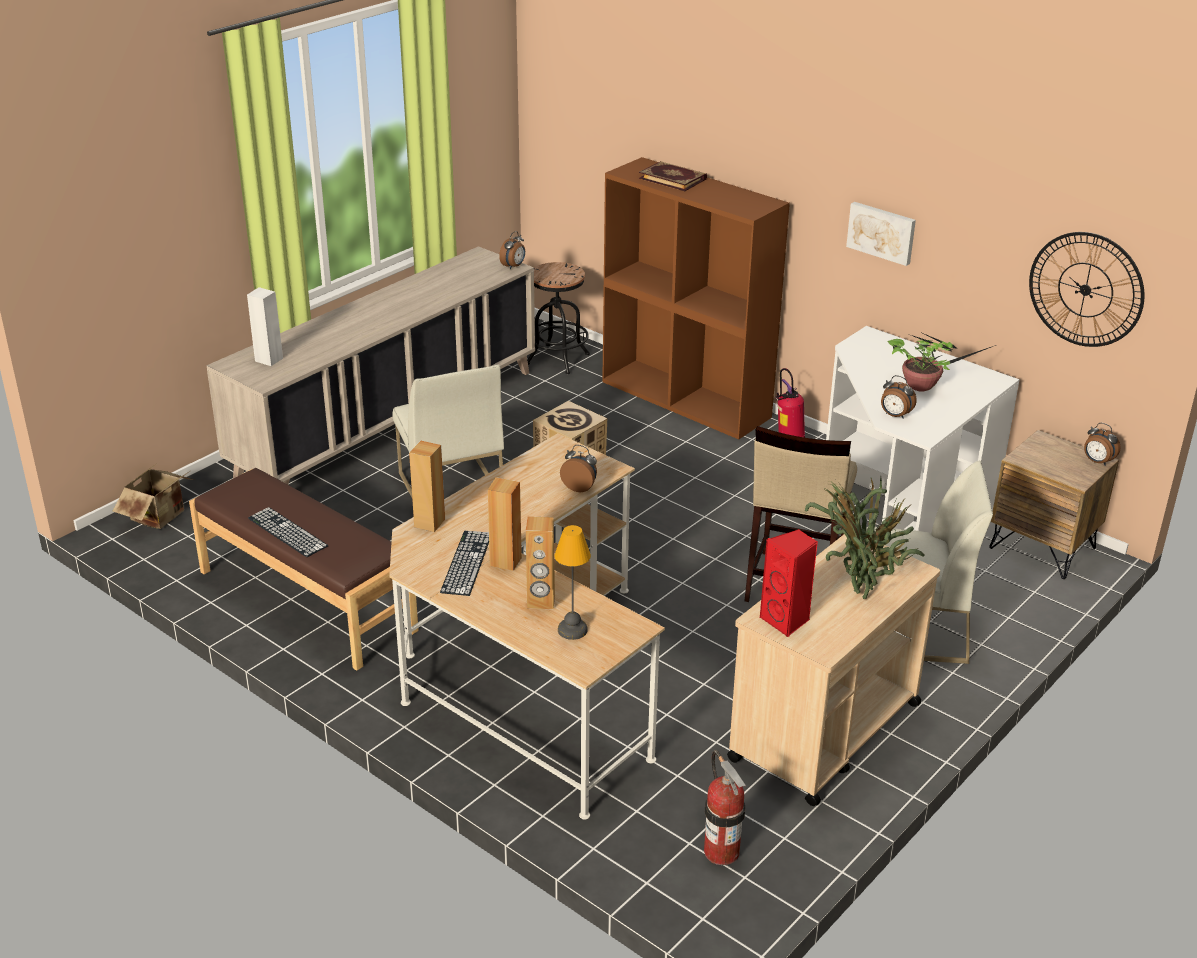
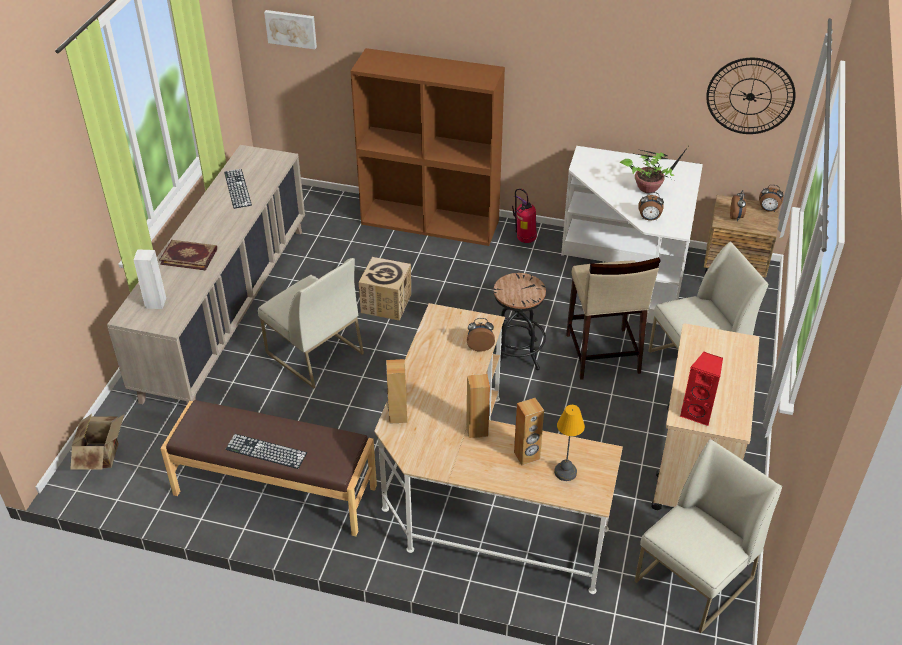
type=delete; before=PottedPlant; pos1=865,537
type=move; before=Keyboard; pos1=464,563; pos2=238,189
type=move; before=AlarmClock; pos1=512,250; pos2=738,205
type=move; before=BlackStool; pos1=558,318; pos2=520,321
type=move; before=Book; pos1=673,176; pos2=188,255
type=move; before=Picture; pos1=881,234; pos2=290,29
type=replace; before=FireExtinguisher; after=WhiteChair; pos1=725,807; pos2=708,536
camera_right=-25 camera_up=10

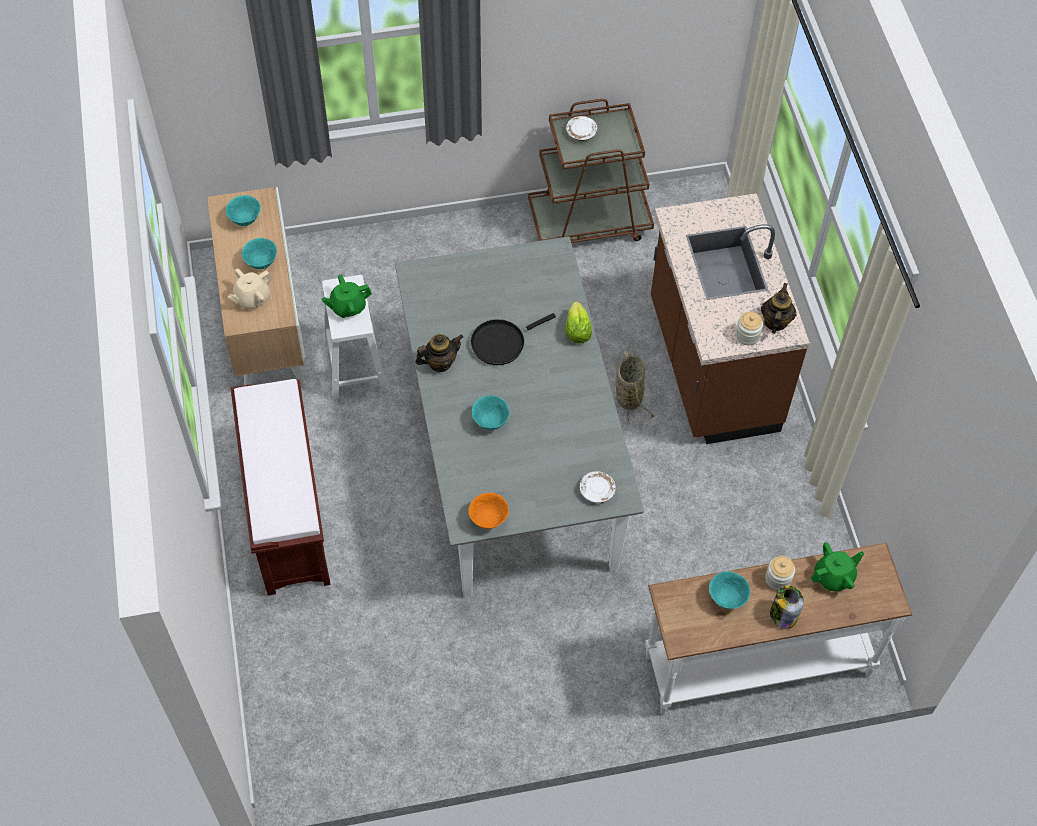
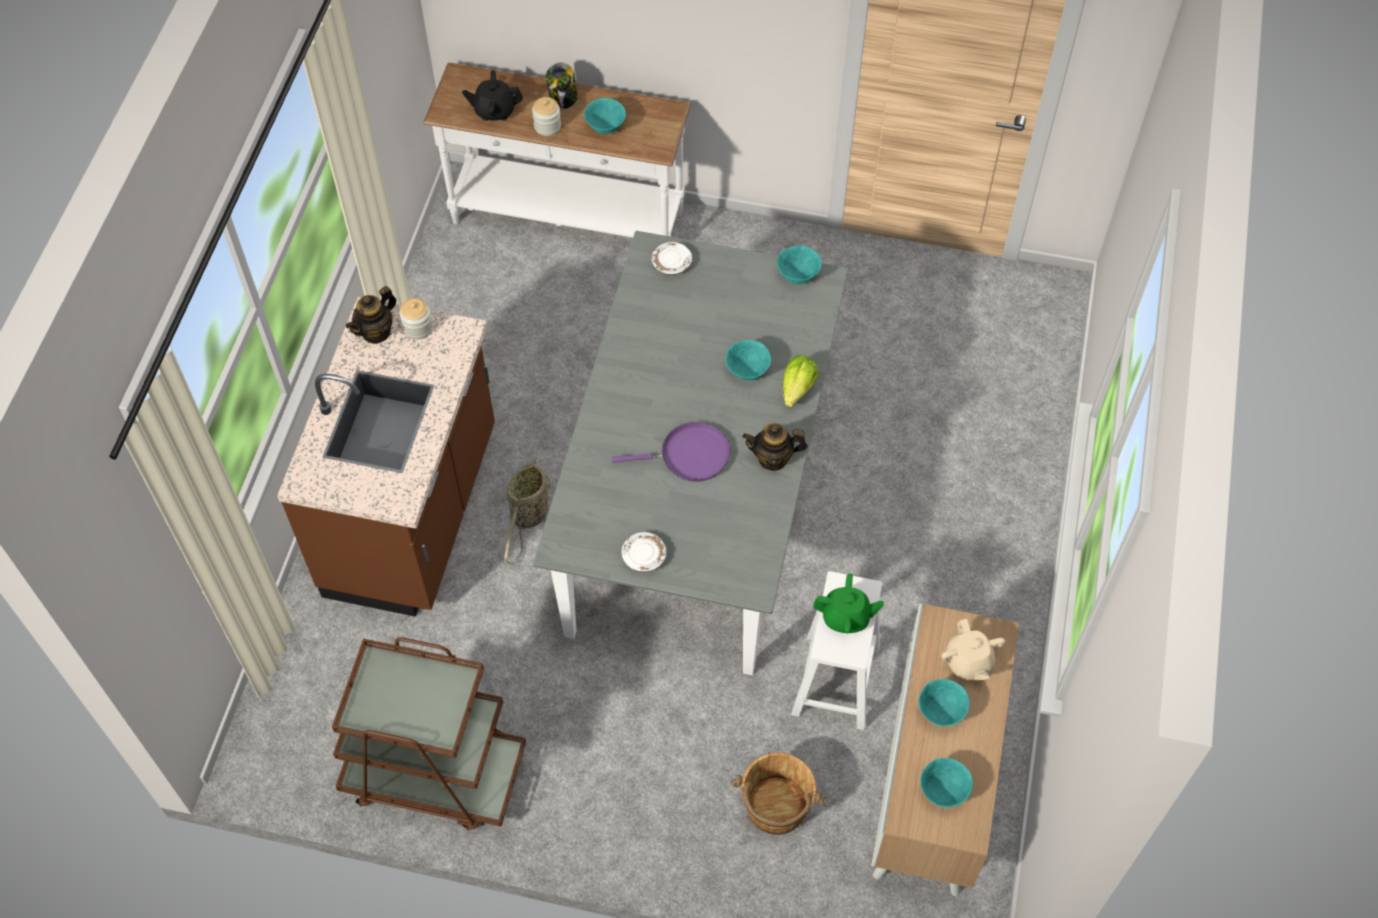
type=delete; before=BrownBench; pos1=281,487
type=insert; after=BrownBucket; pos2=778,794
type=move; before=Lettuce; pos1=578,322; pos2=800,381
type=move; before=WhitePlate; pos1=581,128; pos2=644,552
type=recolor; before=OrangeBowl; after=TurquoiseBowl; pos1=489,511; pos2=799,265
type=recolor; before=BlackFryingPan; after=PurpleFryingPan; pos1=513,339; pos2=671,452
type=recolor; before=GreenTeapot; after=BlackTeapot; pos1=837,566; pos2=492,95
type=rotate; before=BeigeTeapot; pos1=250,289; pos2=973,650; turn=90
camera_right=-155 camera_up=0

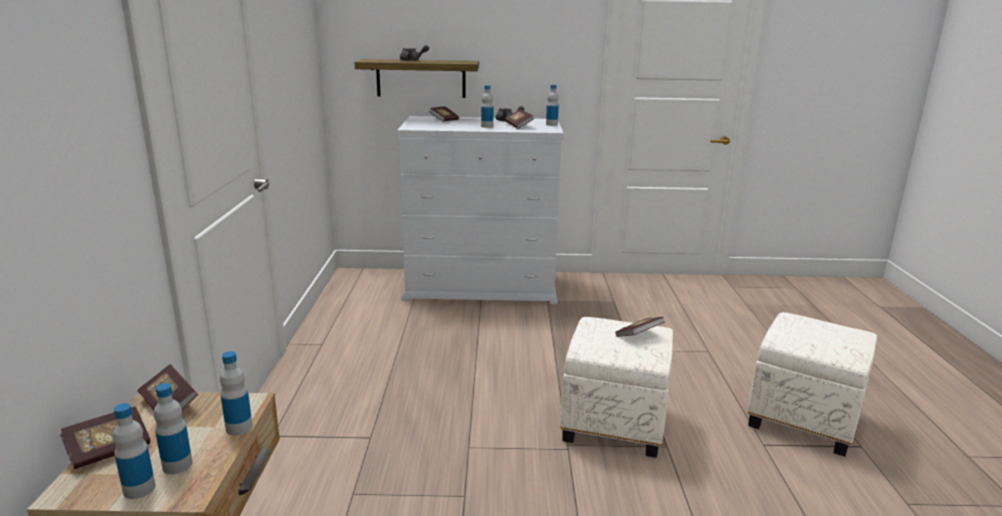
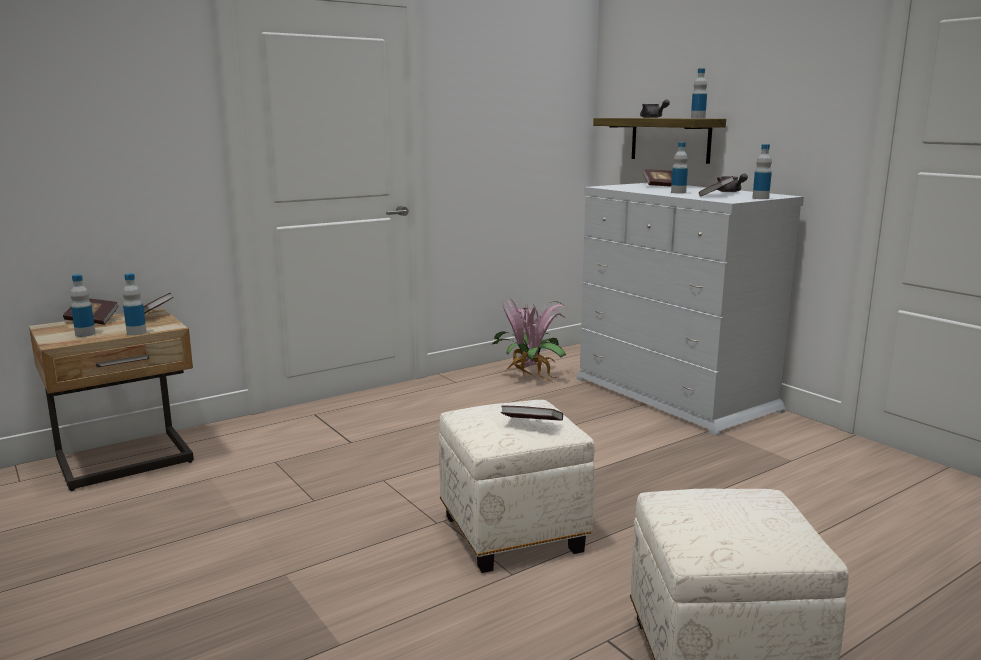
type=insert; after=PottedPlant; pos2=529,340
type=move; before=Bottle; pos1=134,451; pos2=699,93
camera_right=55 camera_up=-5

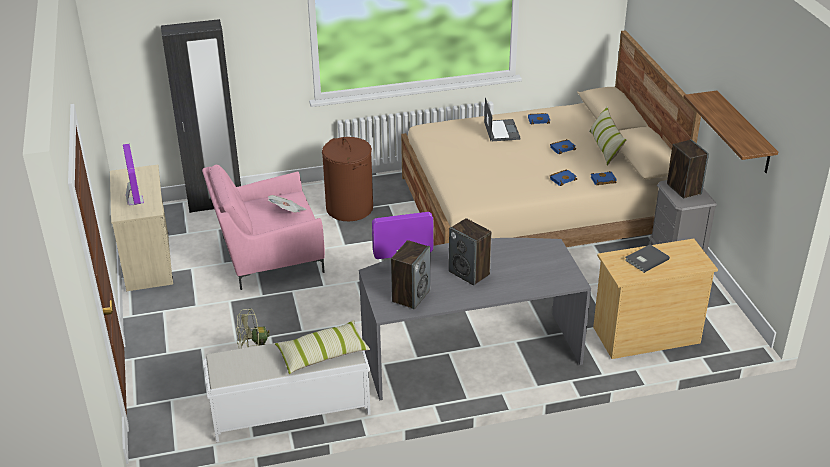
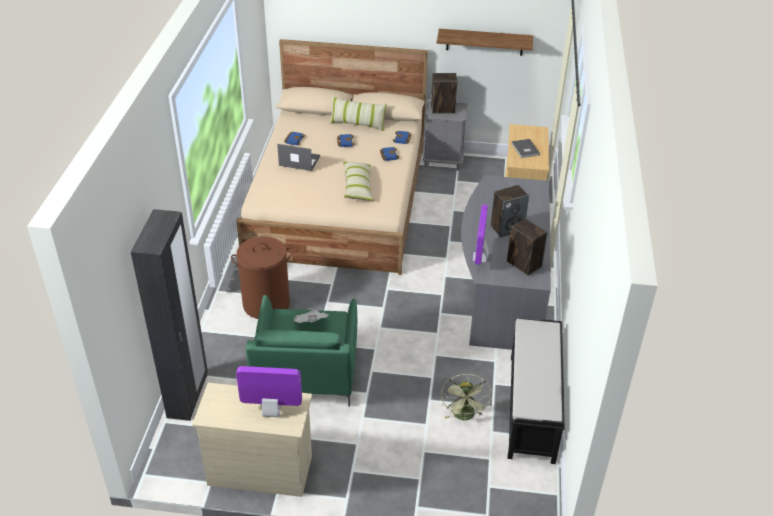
type=move; before=Pillow; pos1=322,347; pos2=358,181
type=recolor; before=PinkArmchair; after=GreenArmchair; pos1=263,227; pos2=301,351
type=recolor; before=WhiteBench; after=BlackBench; pos1=287,391; pos2=536,391
camera_right=-70 camera_up=5

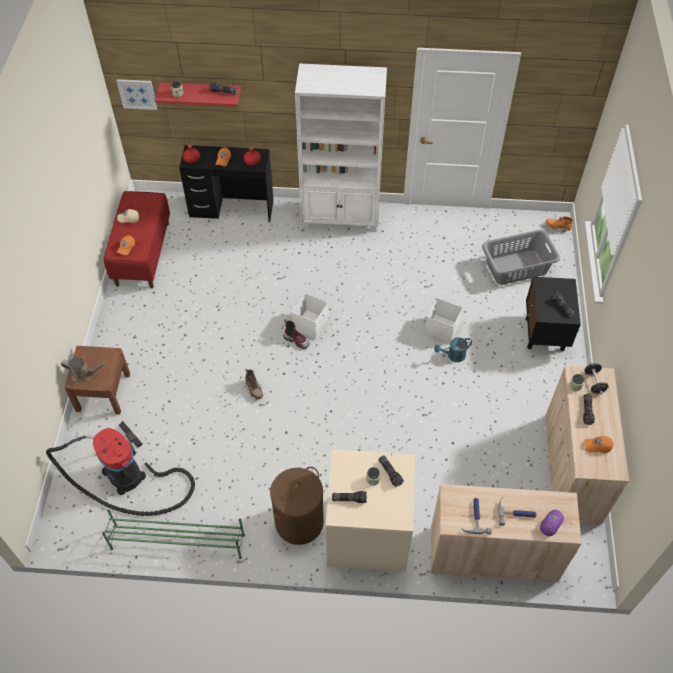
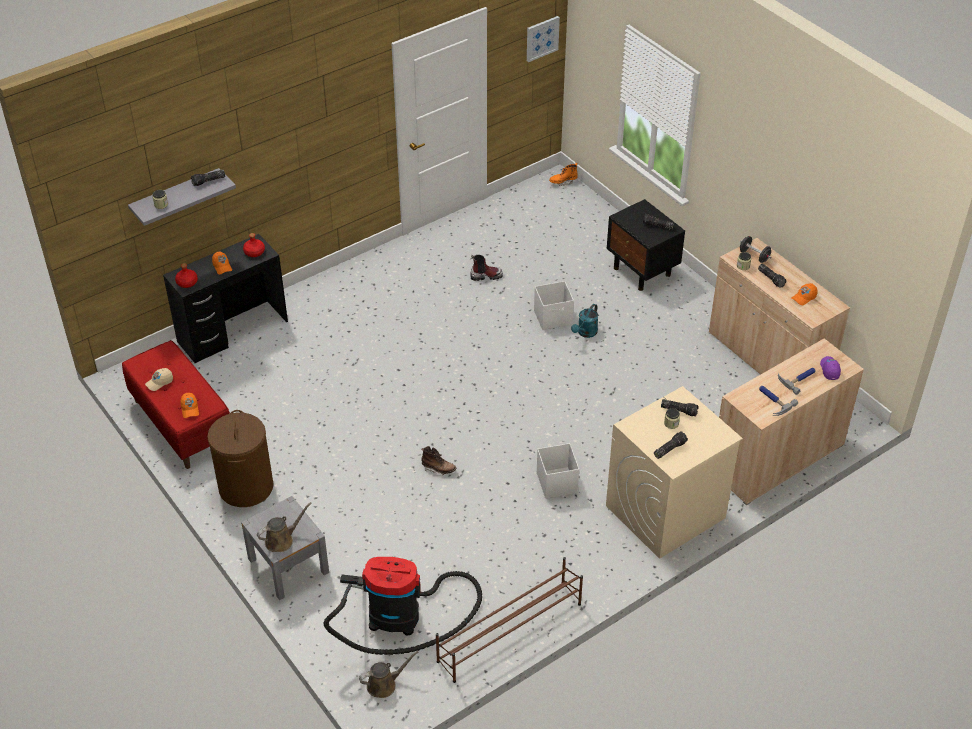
type=delete; before=WhiteBookcase; pos1=341,147
type=delete; before=GreyLaundryBasket; pos1=521,257
type=insert; after=BrownWateringCan; pos2=389,674
type=move; before=Picture; pos1=137,94; pos2=543,39
type=move; before=BrownLaundryBasket; pos1=297,506; pos2=240,458
type=move; before=Boot; pos1=296,334; pos2=486,268
type=move; before=WhiteStorageBox; pos1=310,316; pos2=558,471
type=recolor; before=BrownNightstand; after=GreyNightstand; pos1=97,380; pos2=285,548
type=recolor; before=GreenShoeRack; after=BrownShoeRack; pos1=173,534; pos2=509,620
type=recolor; before=RedShelf; after=GreyShelf; pos1=198,94; pos2=182,197
camera_right=-40 camera_up=-10

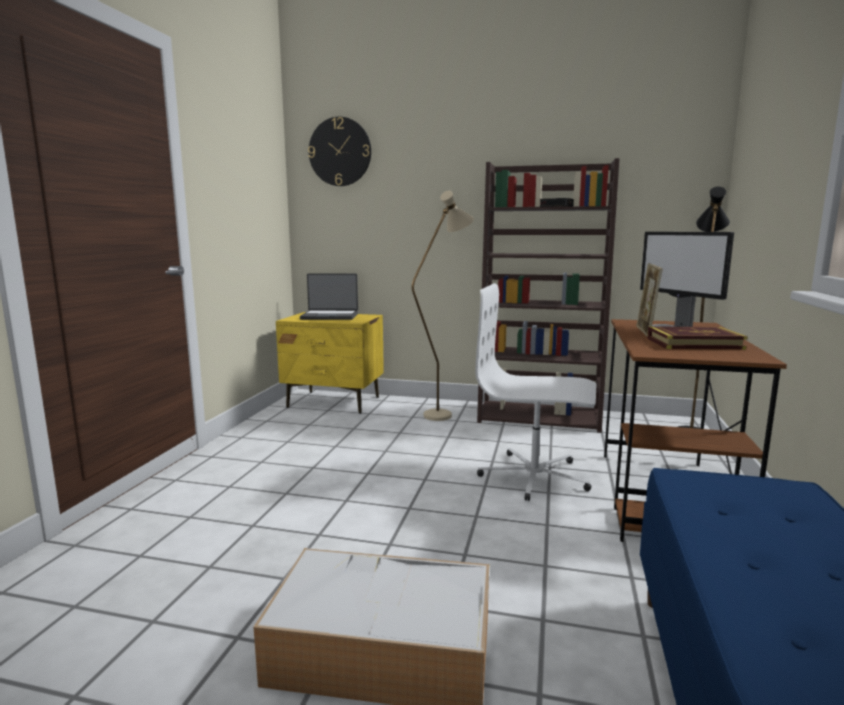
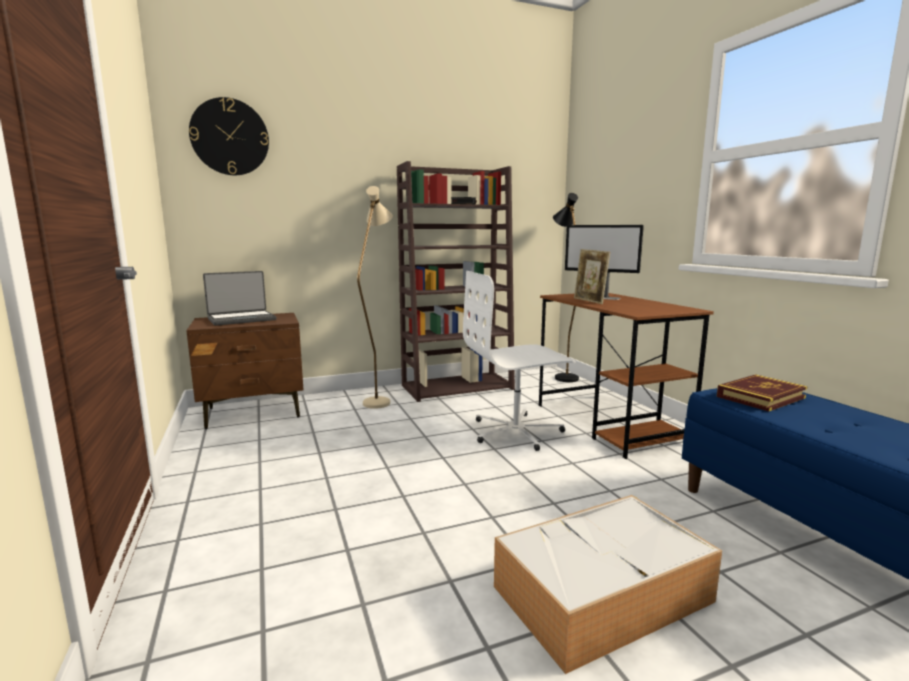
type=move; before=Book; pos1=697,338; pos2=762,392
type=recolor; before=YellowNightstand; after=BrownNightstand; pos1=330,363; pos2=245,371
camera_right=-35 camera_up=0

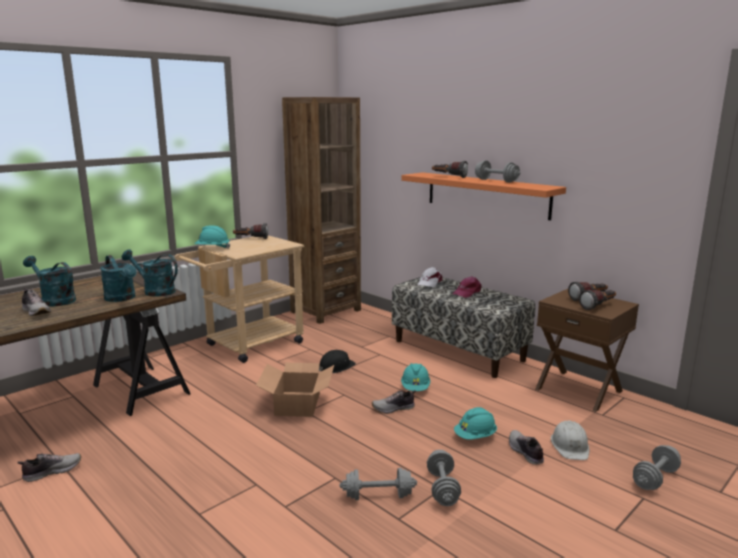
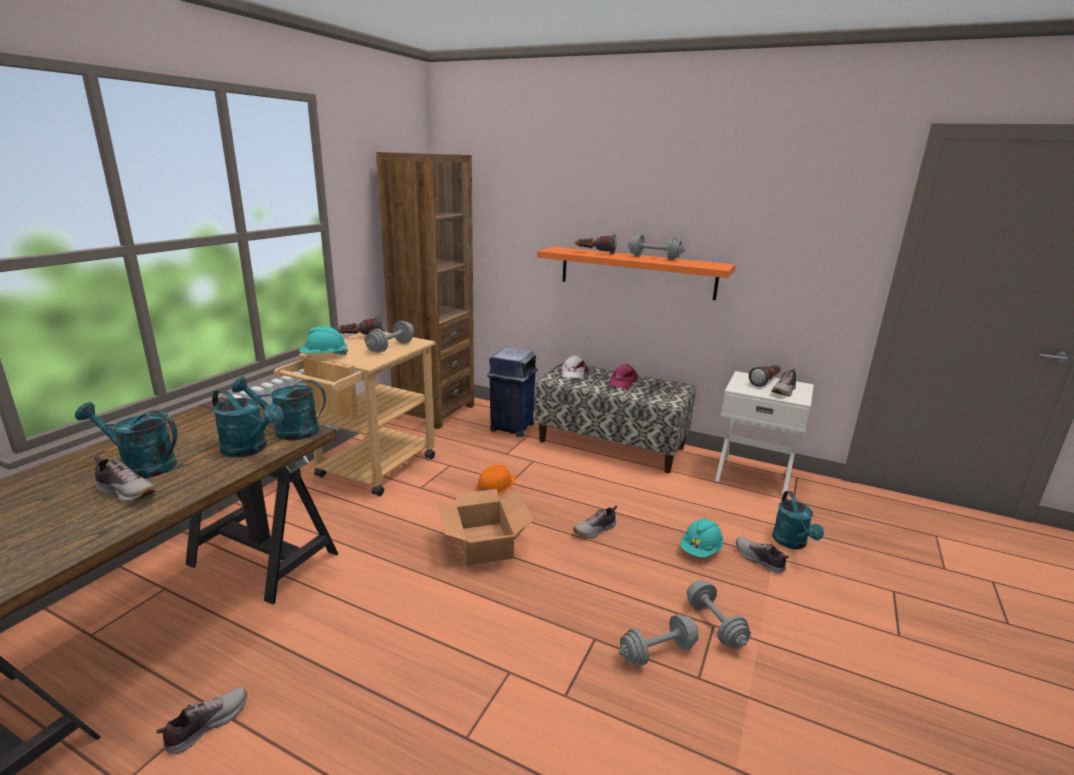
type=delete; before=TurquoiseHardHat; pos1=416,377
type=insert; after=BlueTrashCan; pos2=512,392
type=move; before=GreyDumbbell; pos1=657,467; pos2=390,337
type=replace; before=WhiteHardHat; after=TurquoiseWateringCan; pos1=570,440; pos2=798,520
type=replace; before=Flashlight; after=Shoe; pos1=597,300; pos2=783,382
type=recolor; before=BlackHardHat; after=OrangeHardHat; pos1=337,361; pos2=496,479
type=recolor; before=BrownNightstand; after=WhiteNightstand; pos1=587,350; pos2=764,433
camera_right=-20 camera_up=5

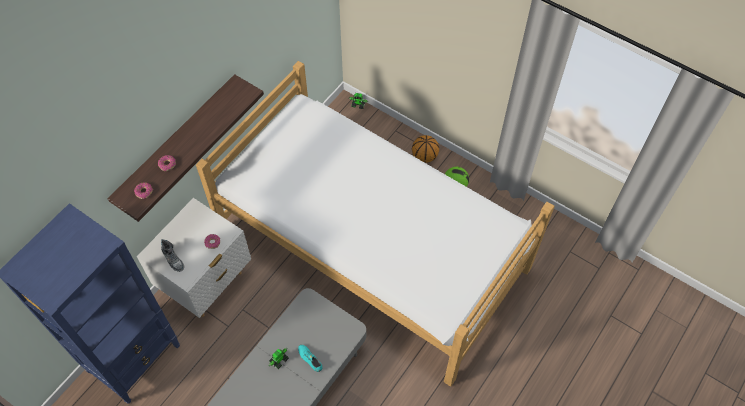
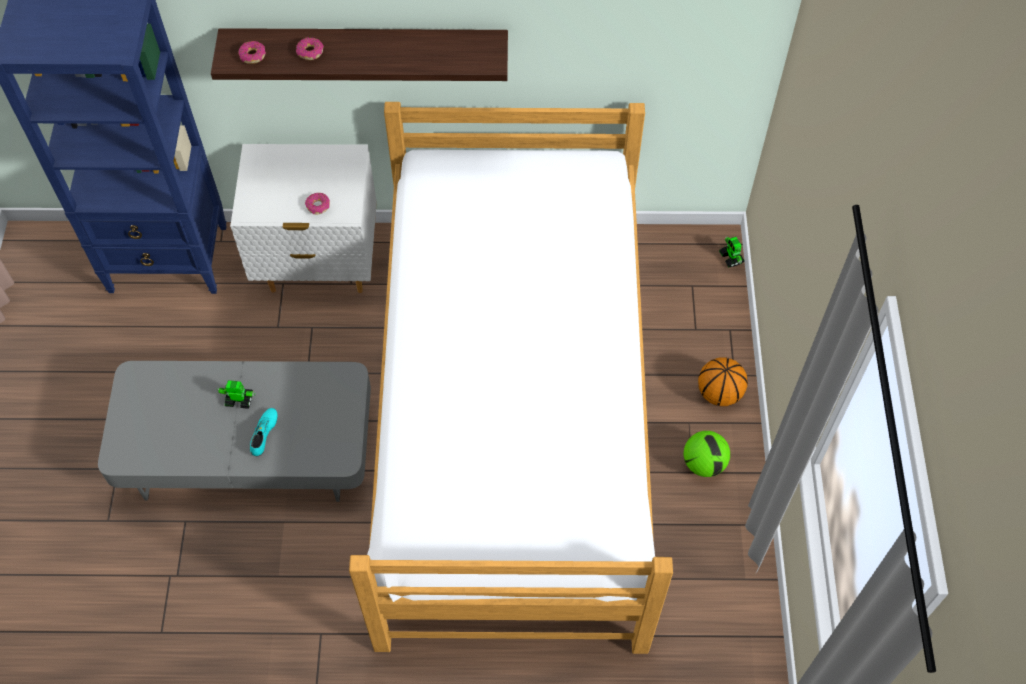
type=delete; before=Shoe; pos1=172,255
camera_right=55 camera_up=0

